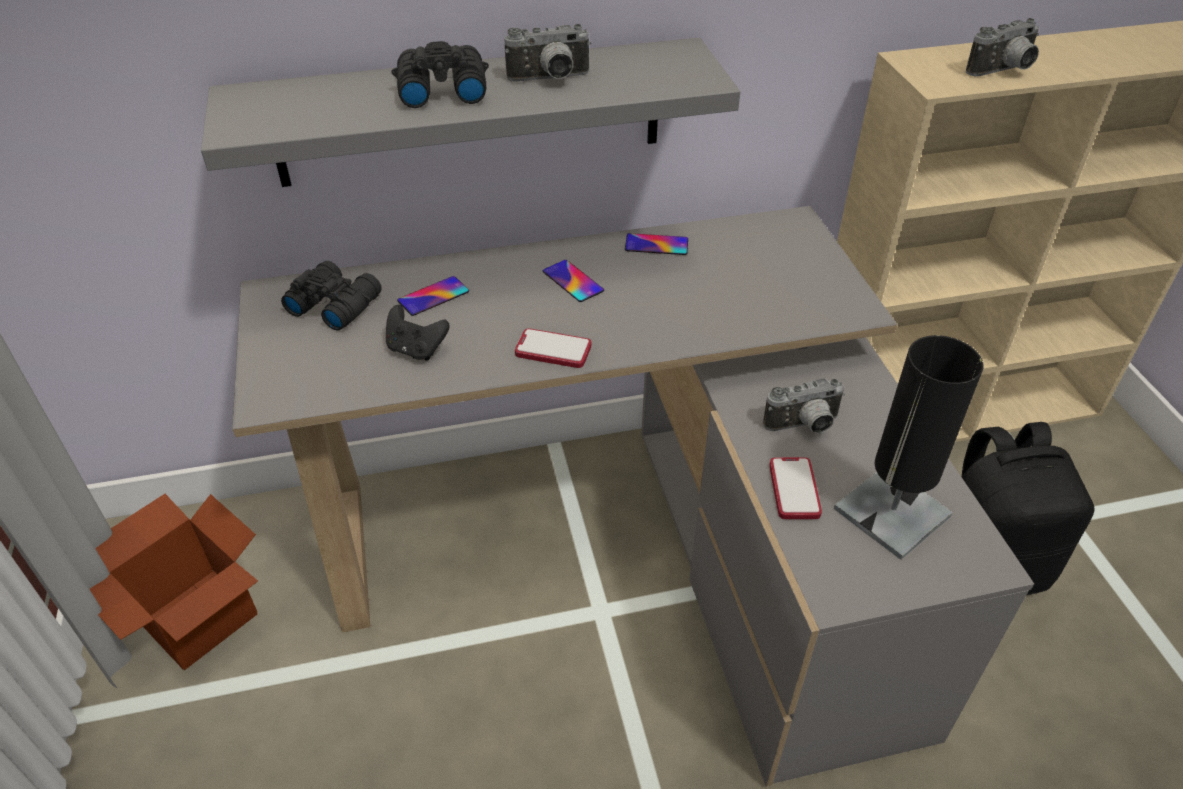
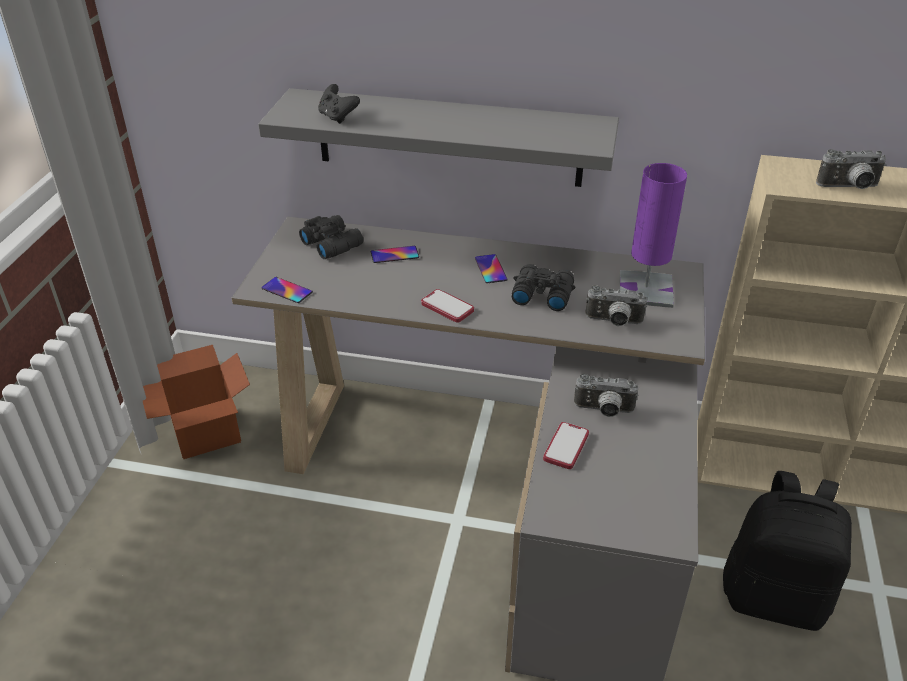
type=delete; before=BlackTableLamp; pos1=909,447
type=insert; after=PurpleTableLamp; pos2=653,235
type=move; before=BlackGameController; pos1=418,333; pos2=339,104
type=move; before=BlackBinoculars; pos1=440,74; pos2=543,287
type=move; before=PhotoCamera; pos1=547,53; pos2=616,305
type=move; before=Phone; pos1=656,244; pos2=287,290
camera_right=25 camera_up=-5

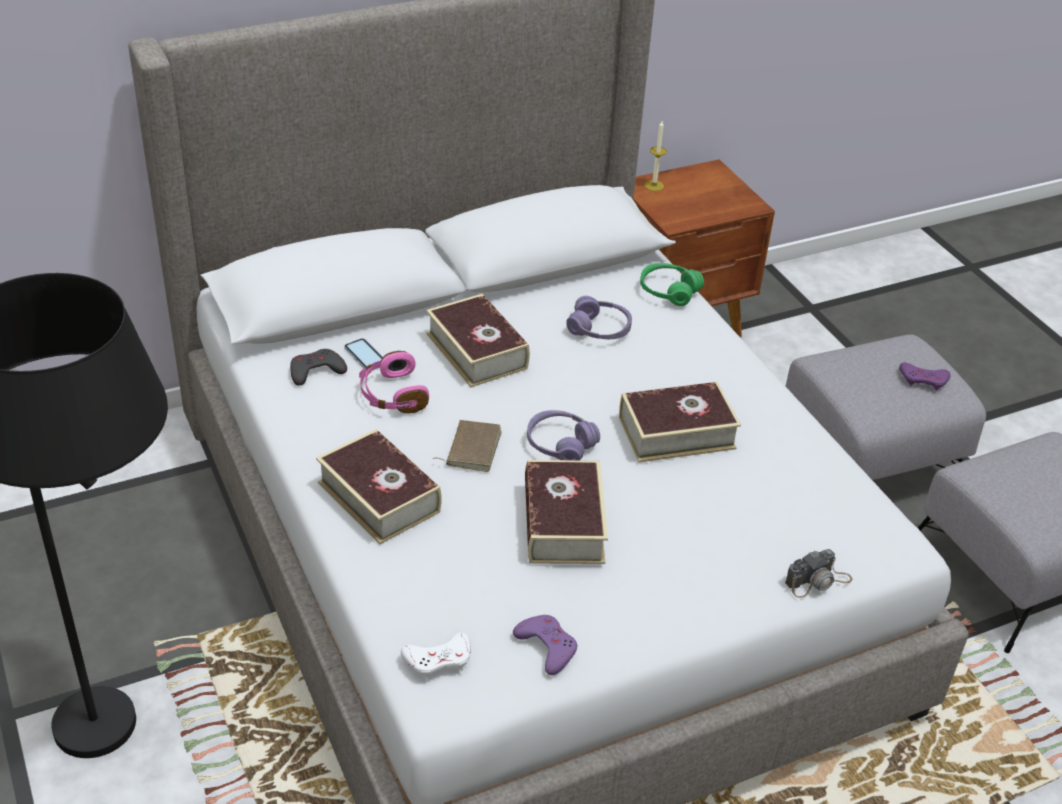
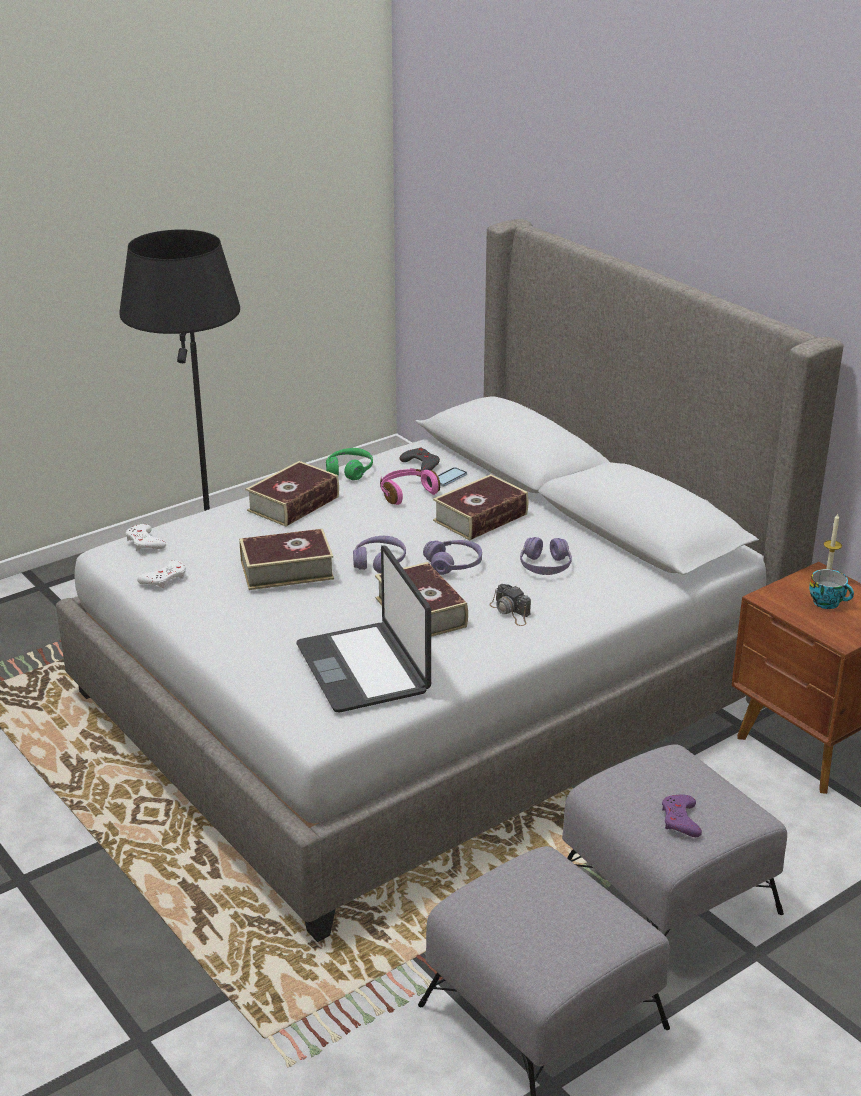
type=delete; before=BrownBook; pos1=467,446
type=insert; after=Laptop; pos2=363,628
type=insert; after=PurpleHeadphones; pos2=452,557
type=insert; after=Cup; pos2=831,589
type=move; before=GreenHeadphones; pos1=672,284; pos2=349,464
type=move; before=PhotoCamera; pos1=818,573; pos2=510,605
type=recolor; before=PurpleGameController; after=WhiteGameController; pos1=545,645; pos2=161,574
camera_right=80 camera_up=-10

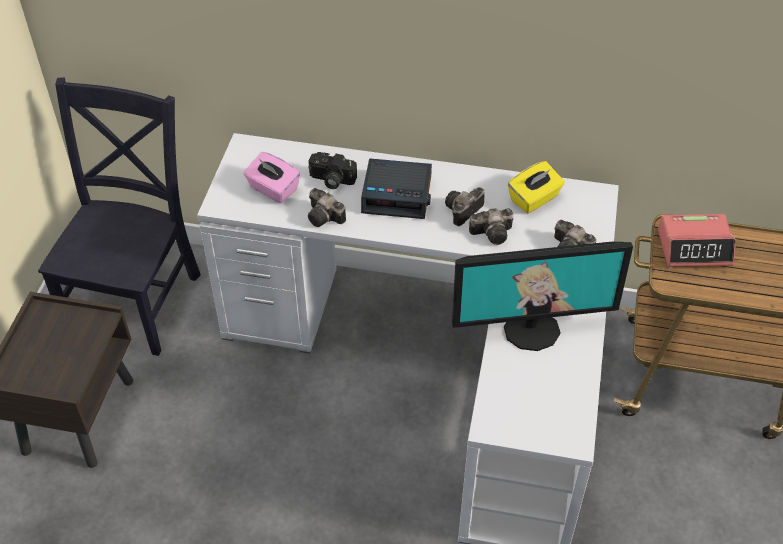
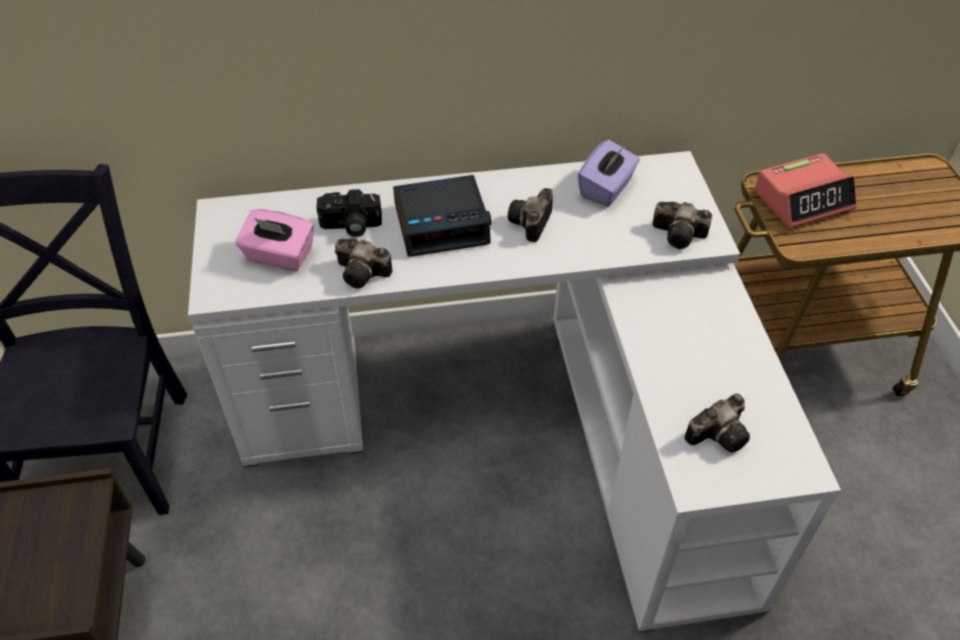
type=delete; before=Monitor; pos1=542,296
type=move; before=PhotoCamera; pos1=491,226; pos2=717,423
type=recolor; before=YellowTissueBox; after=PurpleTissueBox; pos1=536,187; pos2=609,173
camera_right=-20 camera_up=0

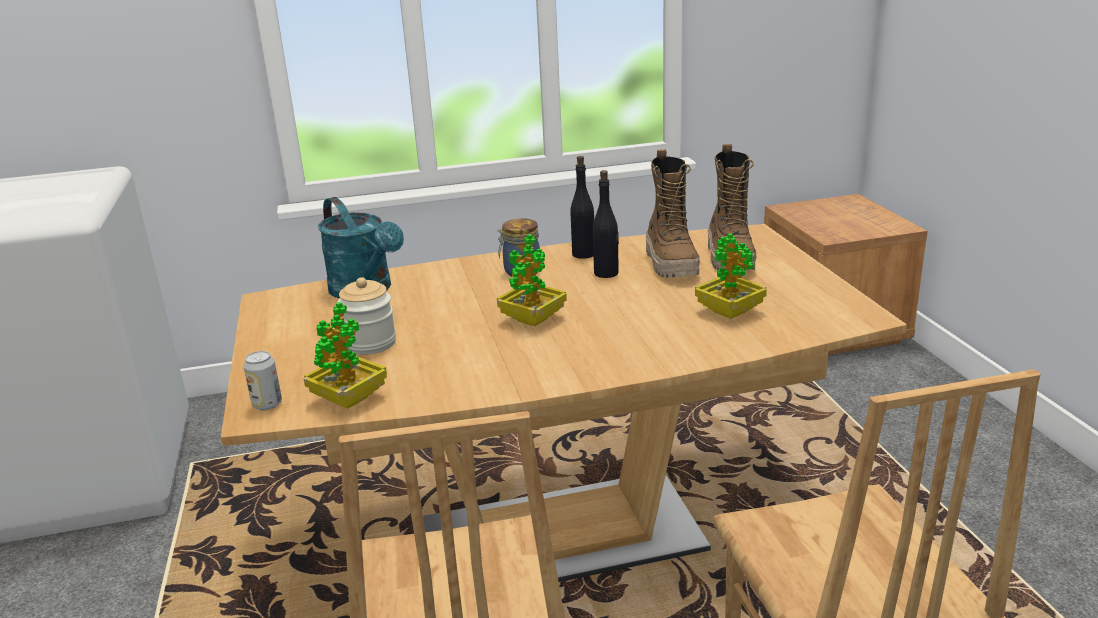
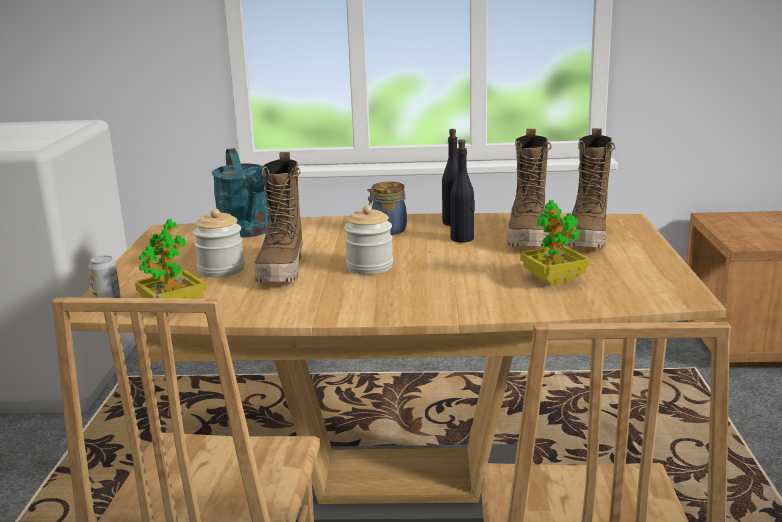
type=insert; after=Boot; pos2=278,217
type=replace; before=PottedPlant; after=Jar; pos1=532,280; pos2=368,240
camera_right=15 camera_up=-5

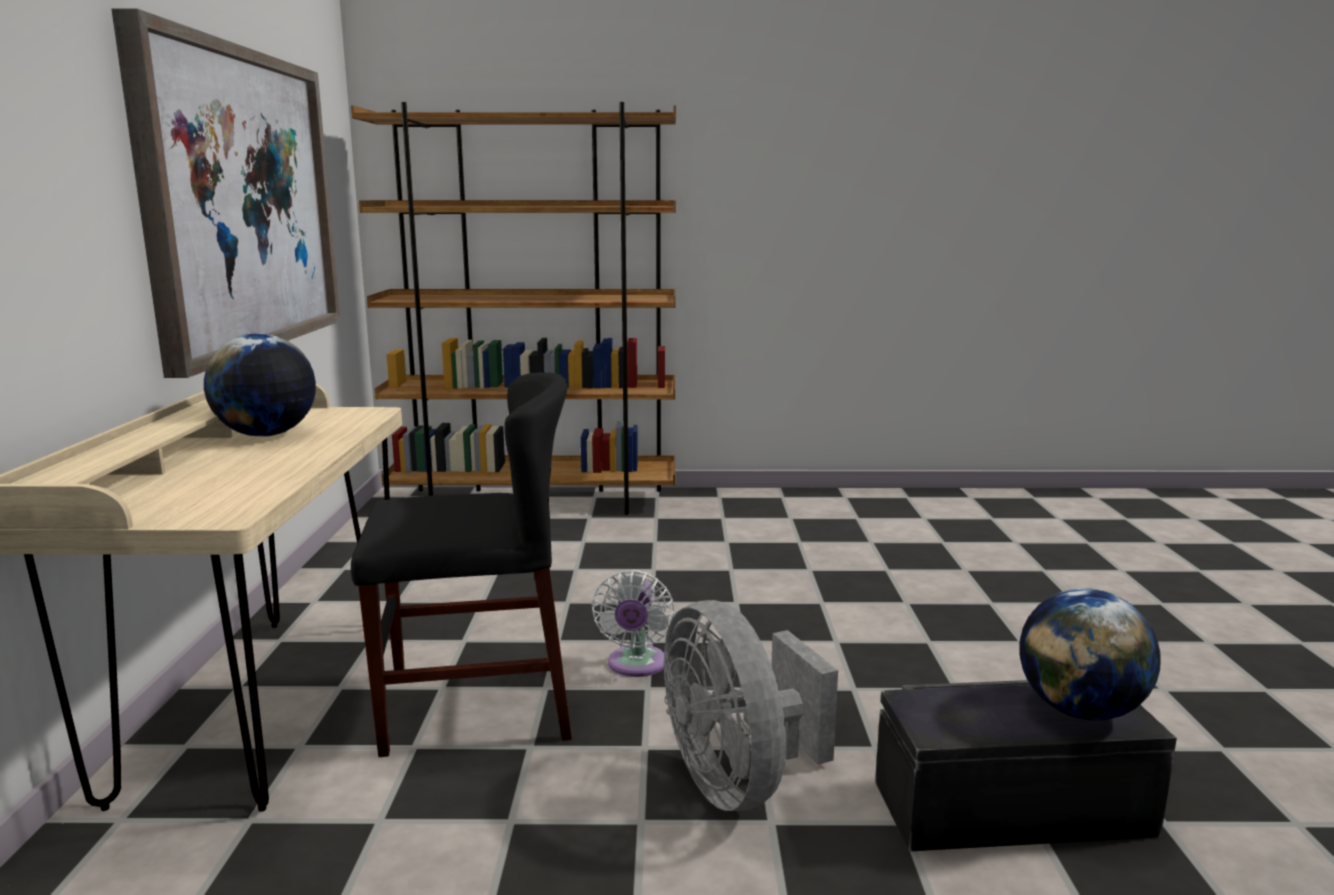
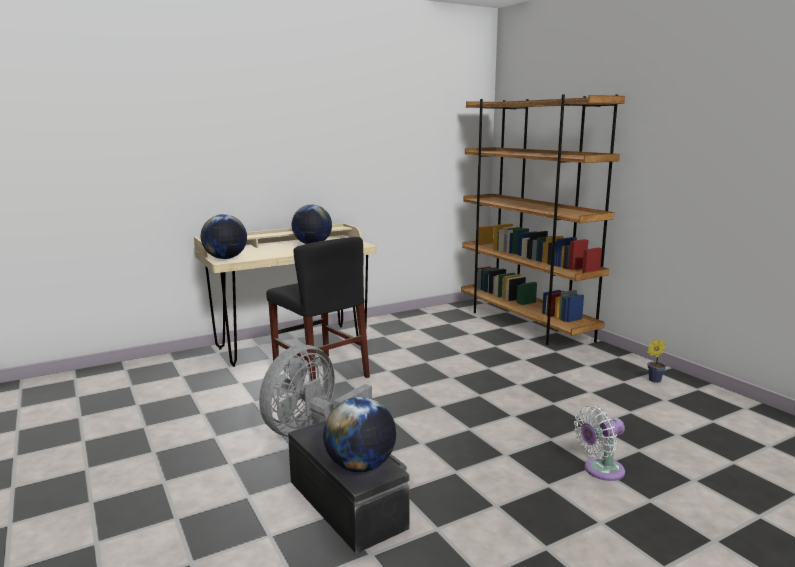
type=delete; before=Picture; pos1=226,193
type=insert; after=Globe; pos2=224,236
type=insert; after=PottedPlant; pos2=656,361
type=move; before=WhiteFan; pos1=633,623; pos2=599,443
camera_right=60 camera_up=0

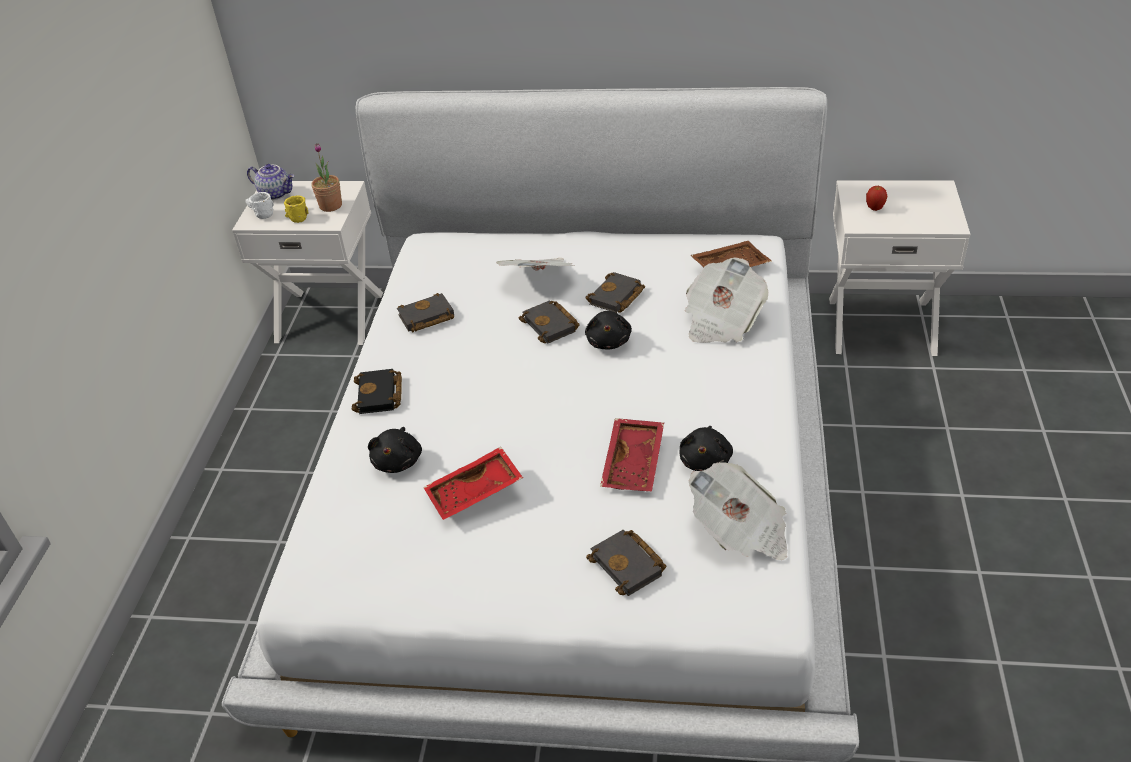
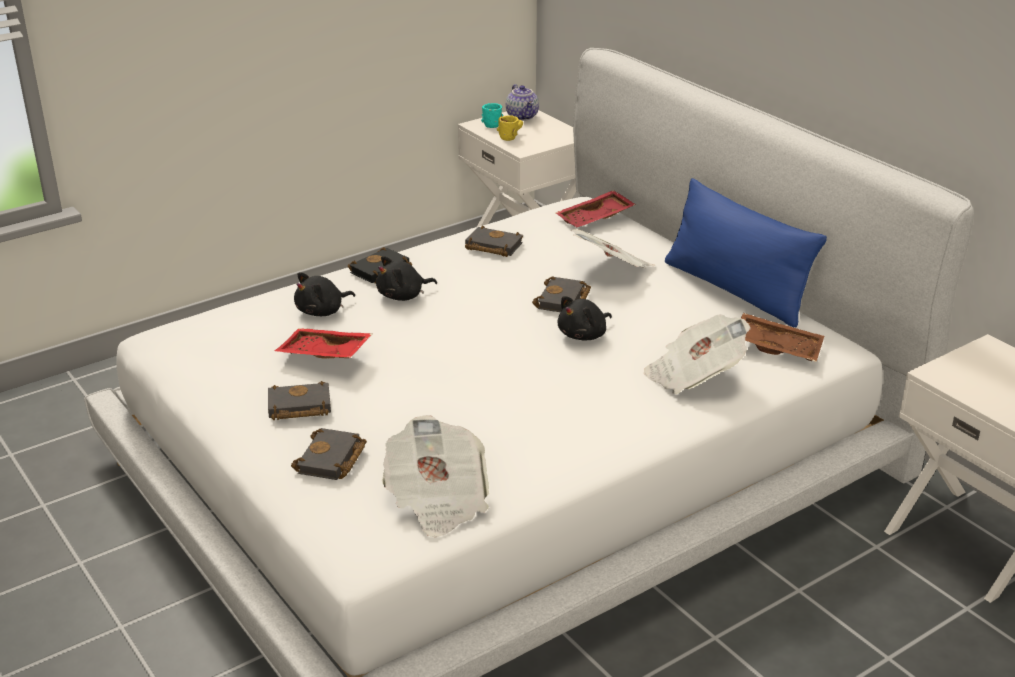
type=delete; before=PottedPlant; pos1=326,177
type=delete; before=Apple; pos1=877,198
type=insert; after=BluePillow; pos2=746,252
type=move; before=BlackBook; pos1=615,292; pos2=299,400
type=move; before=RedTray; pos1=632,454; pos2=596,208
type=move; before=BlackPlushToy; pos1=706,448; pos2=406,278
type=recolor; before=WhiteMug; after=TurquoiseMug; pos1=259,205; pos2=492,115
camera_right=45 camera_up=-10

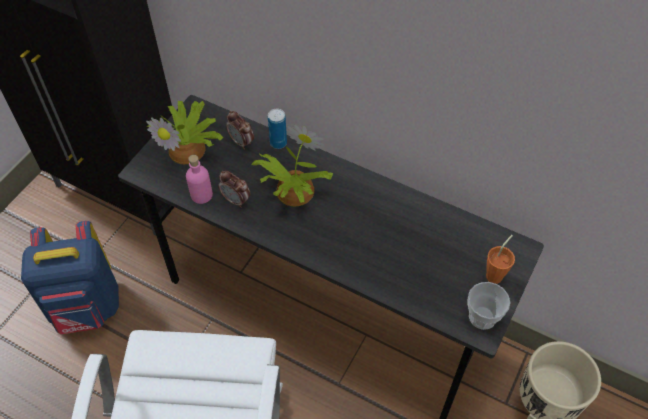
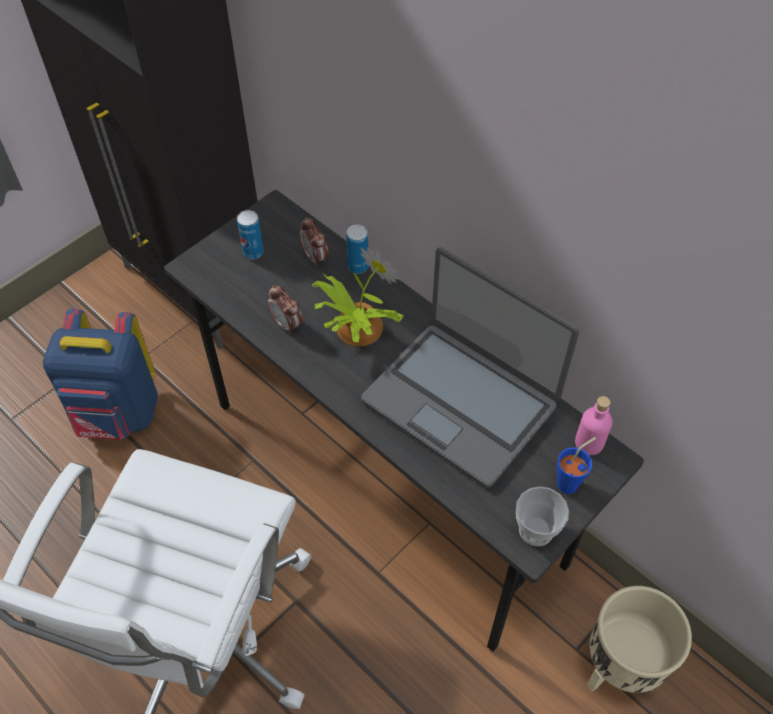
type=insert; after=Laptop; pos2=470,367
type=move; before=PinkBottle; pos1=199,179; pos2=594,425
type=replace; before=PottedPlant; after=Can; pos1=184,132; pos2=250,234
type=recolor; before=OrangeCup; after=BlueCup; pos1=500,259; pos2=576,465
camera_right=15 camera_up=0

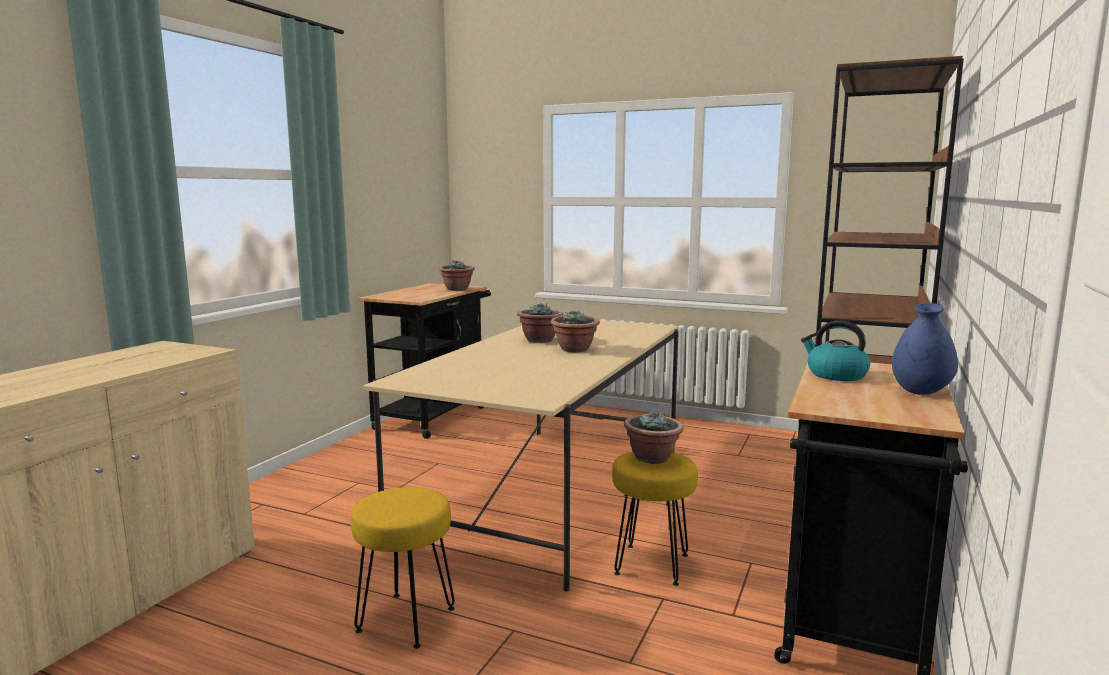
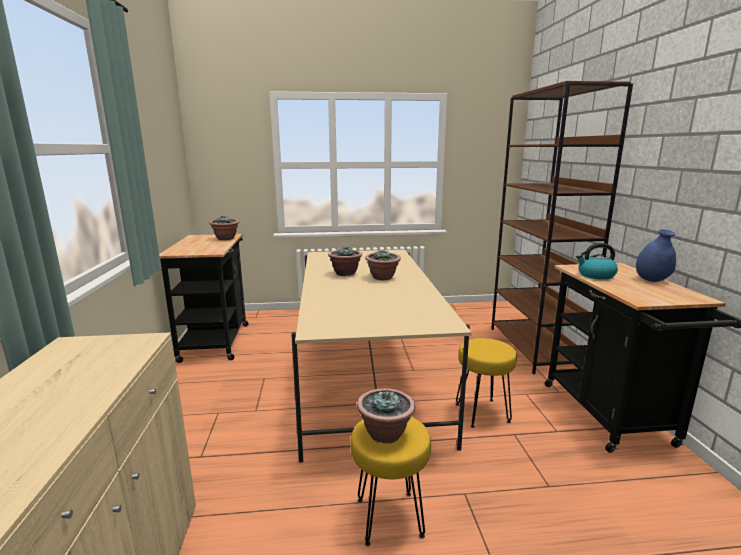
type=move; before=PottedPlant; pos1=654,437; pos2=386,415
camera_right=-30 camera_up=5

